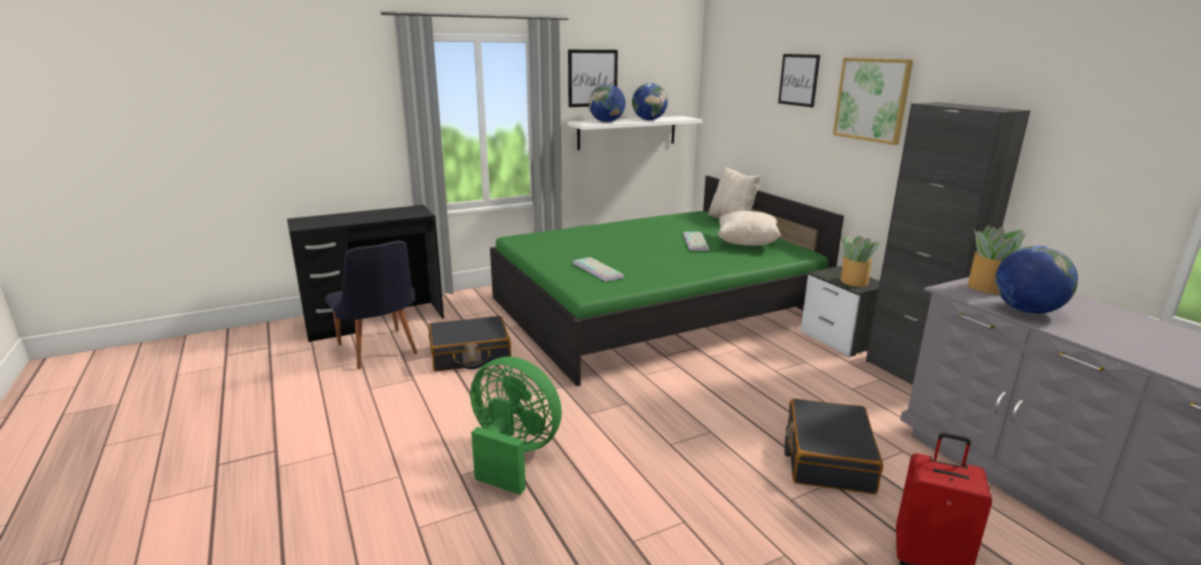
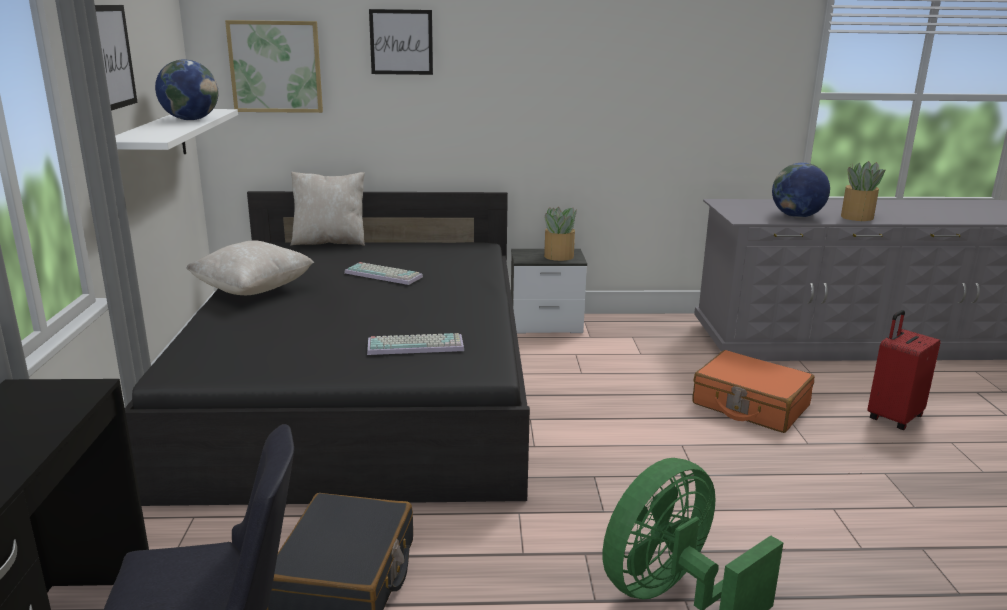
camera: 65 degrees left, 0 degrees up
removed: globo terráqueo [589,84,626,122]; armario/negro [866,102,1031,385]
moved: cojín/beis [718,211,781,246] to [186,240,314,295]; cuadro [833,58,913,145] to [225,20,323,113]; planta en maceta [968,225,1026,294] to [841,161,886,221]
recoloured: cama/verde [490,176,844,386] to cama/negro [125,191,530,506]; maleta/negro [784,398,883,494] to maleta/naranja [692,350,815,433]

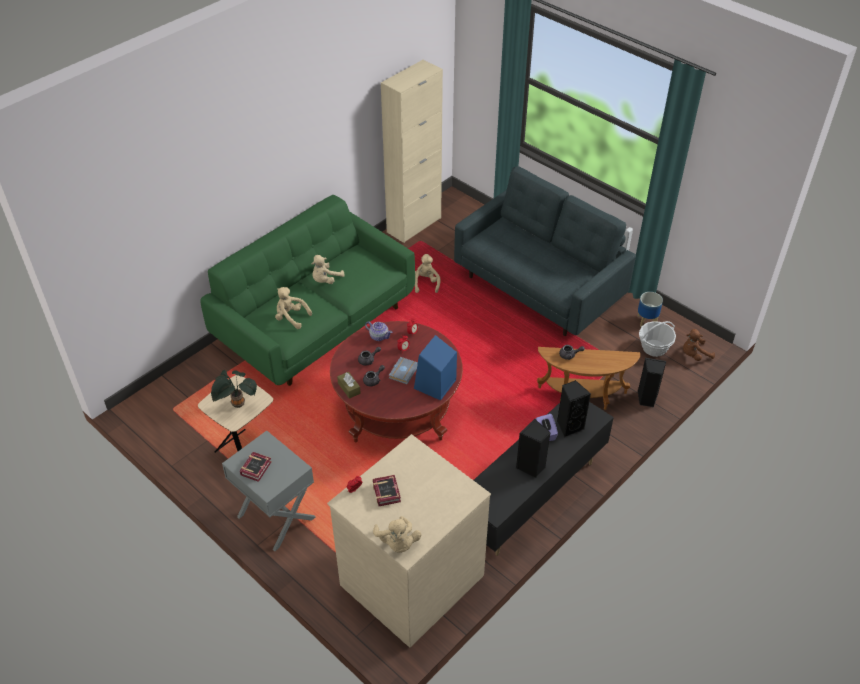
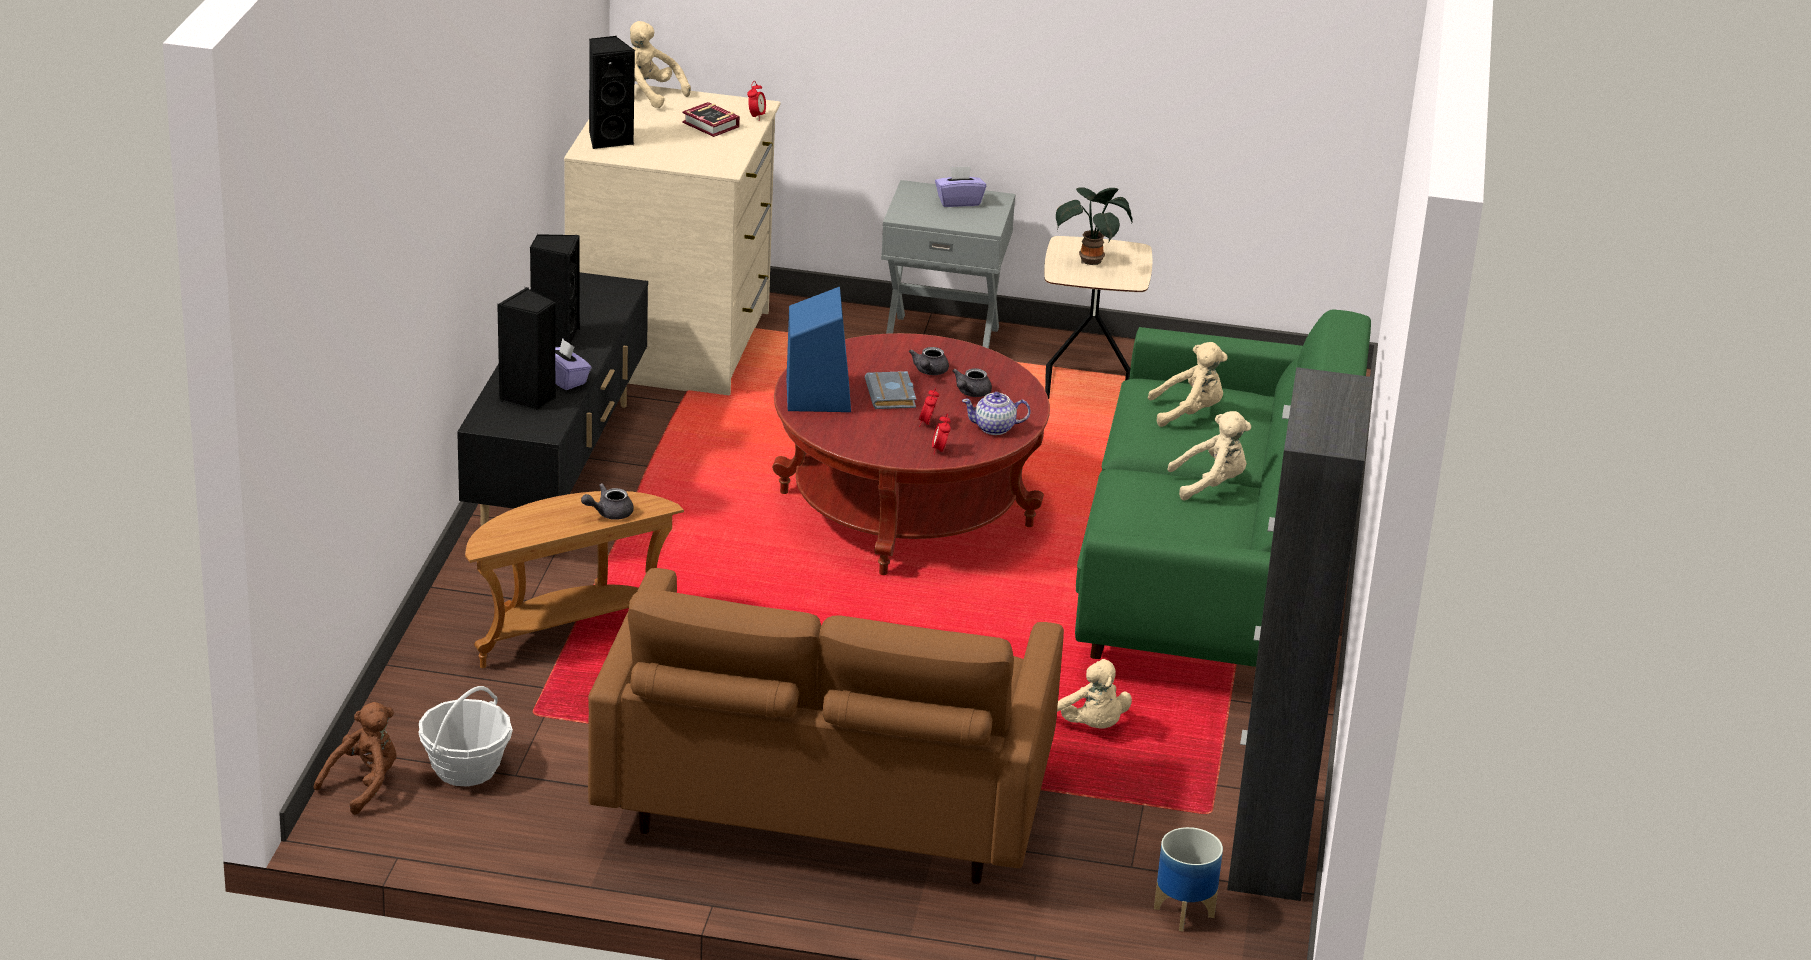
camera: 145 degrees right, 15 degrees down
removed: caja de pañuelos/marrón [337,372,361,399]
moved: maceta [637,292,663,327] to [1154,827,1223,931]; altavoz/negro [637,358,666,407] to [589,36,635,149]
replaced: libro [240,452,271,482] to caja de pañuelos/morado [935,166,986,207]
recoloured: armario/beis [381,60,443,243] to armario/negro [1227,367,1373,901]; sofá/gris [454,166,636,336] to sofá/marrón [588,568,1064,884]
turned: peluche/beis [312,255,345,284] = [1167,411,1251,500] 75 degrees clockwise

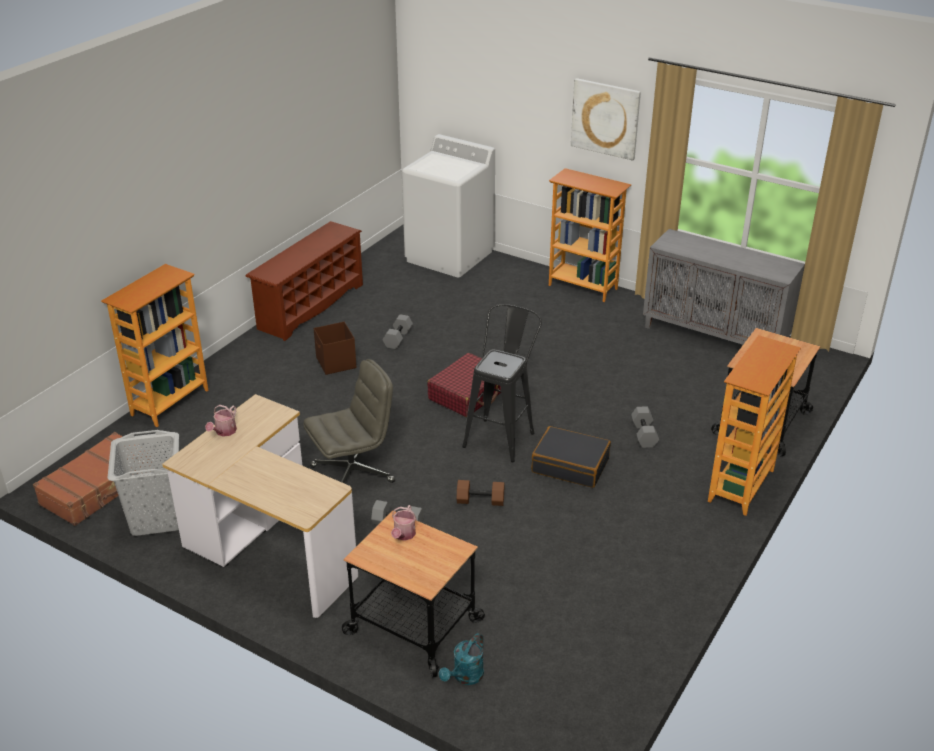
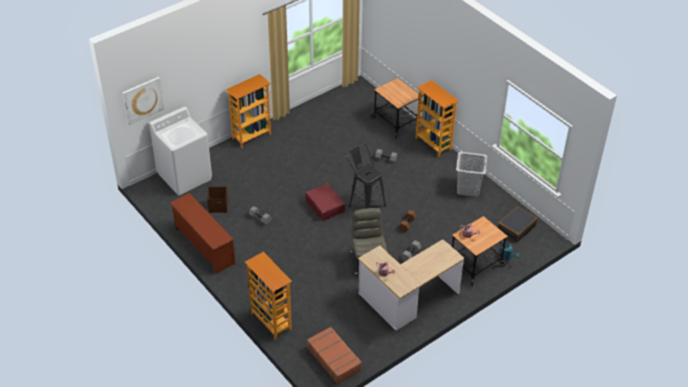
camera: 70 degrees left, 10 degrees up
removed: armario/gris [643,229,805,345]
moved: cesto de la ropa/gris [107,430,179,536] to [456,152,487,197]; caja de almacenaje/marrón [314,322,356,375] to [207,187,228,213]; maleta/negro [531,426,611,488] to [498,206,538,242]; cuadro [571,78,641,160] to [123,77,164,125]

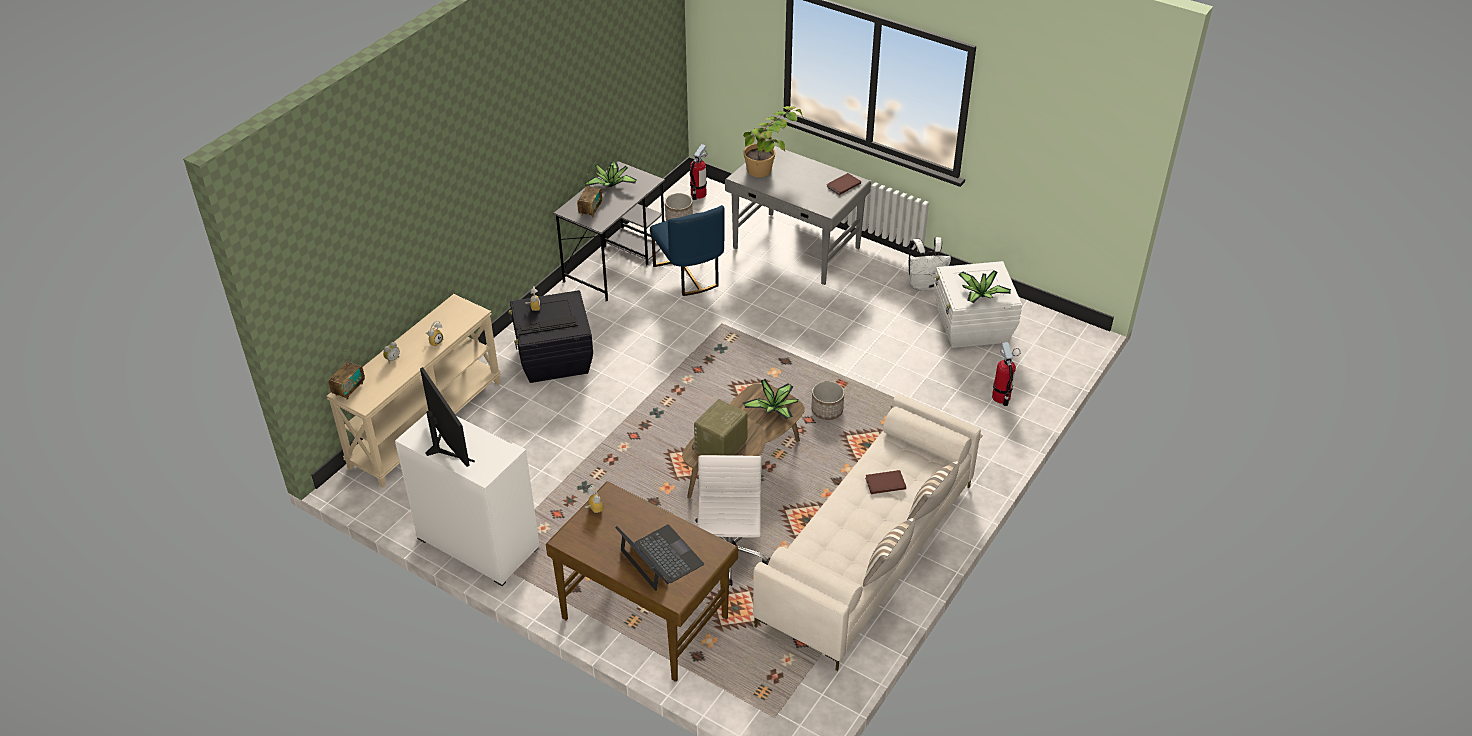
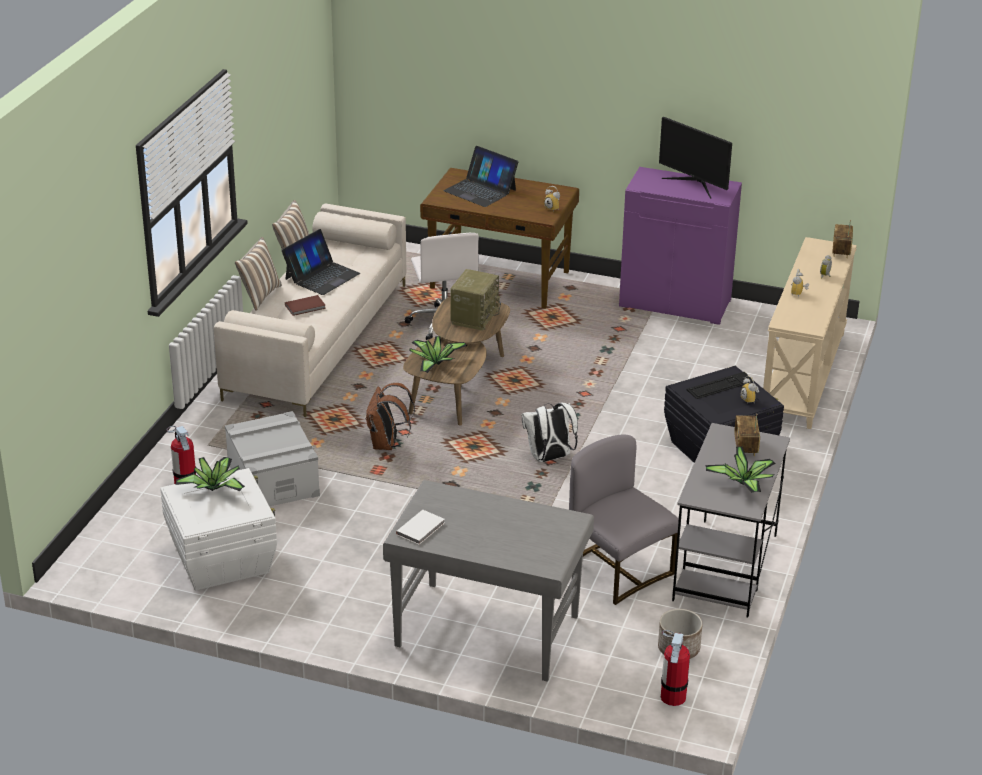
camera: 165 degrees right, 10 degrees down
removed: planta en maceta [743,106,803,177]
added: caja de almacenaje/gris [225,411,320,506]; portátil [281,229,360,295]
moved: mochila/blanco [909,237,951,291] to [522,403,578,462]
replaced: maceta [811,381,844,420] to mochila/marrón [366,383,415,450]
recoloured: armario/blanco [395,413,540,586] to armario/morado [619,167,742,325]; silla/azul [650,205,725,296] to silla/gris [569,435,681,605]; libro/marrón [827,173,861,195] to libro/blanco [396,510,445,545]

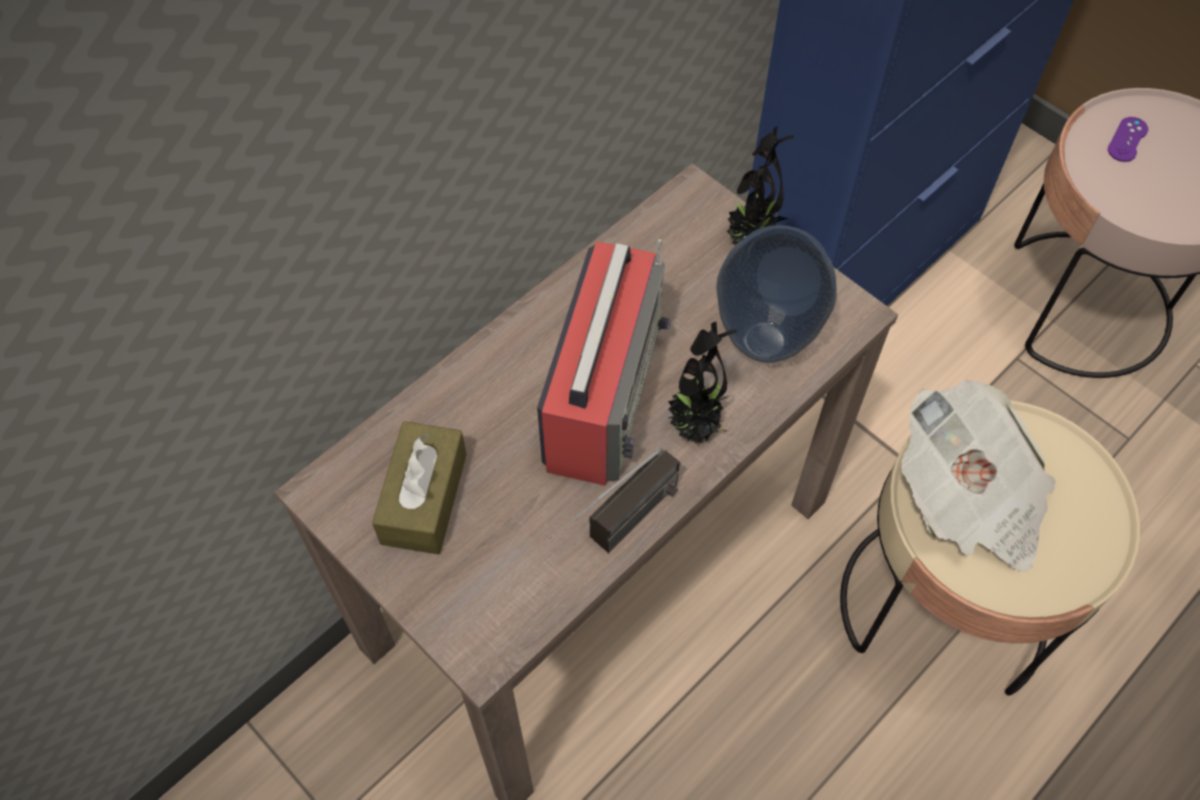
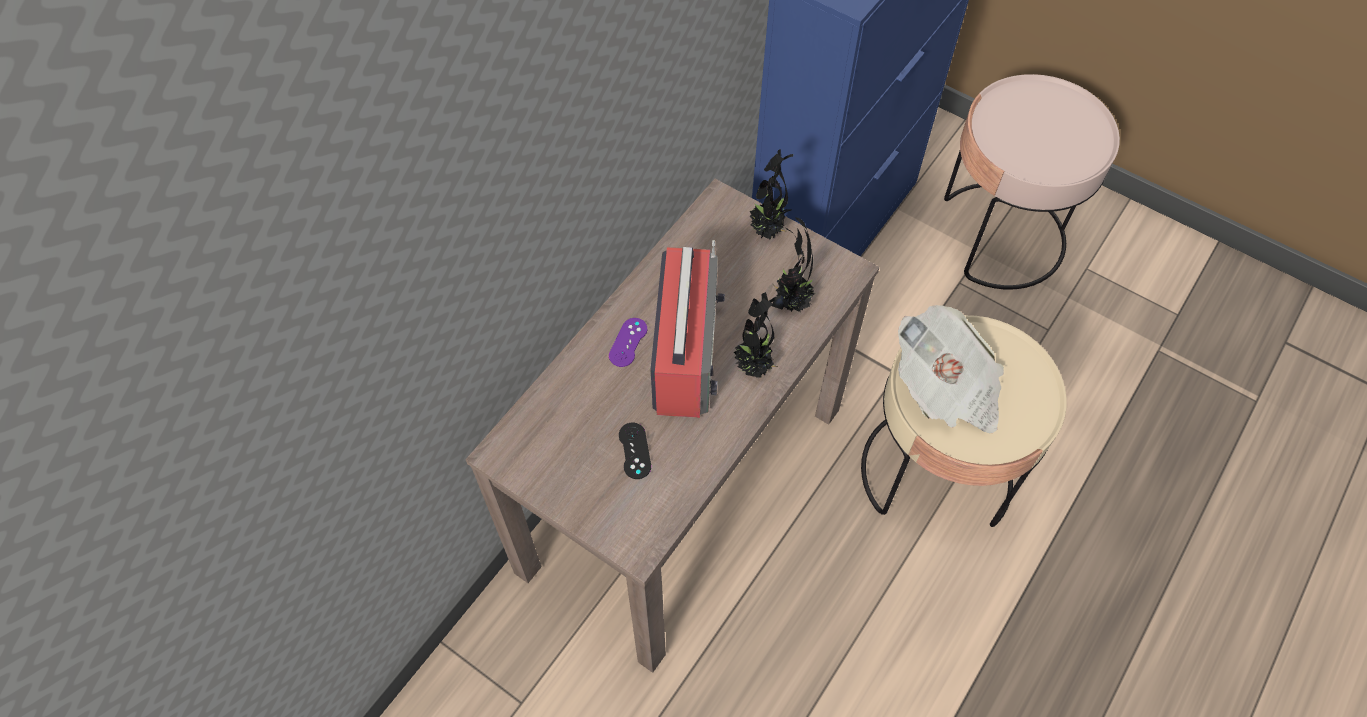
camera: 10 degrees left, 0 degrees up
removed: caja de pañuelos/marrón [372,421,467,555]; radio [548,448,680,553]
added: mando de consola/negro [619,423,651,479]
moved: mando de consola/morado [1108,117,1148,162] to [609,318,647,367]
replaced: florero [716,225,837,363] to planta en maceta [771,217,815,312]

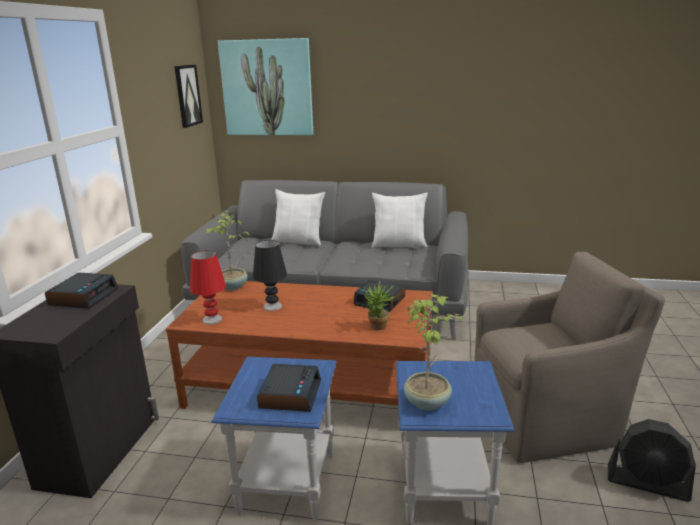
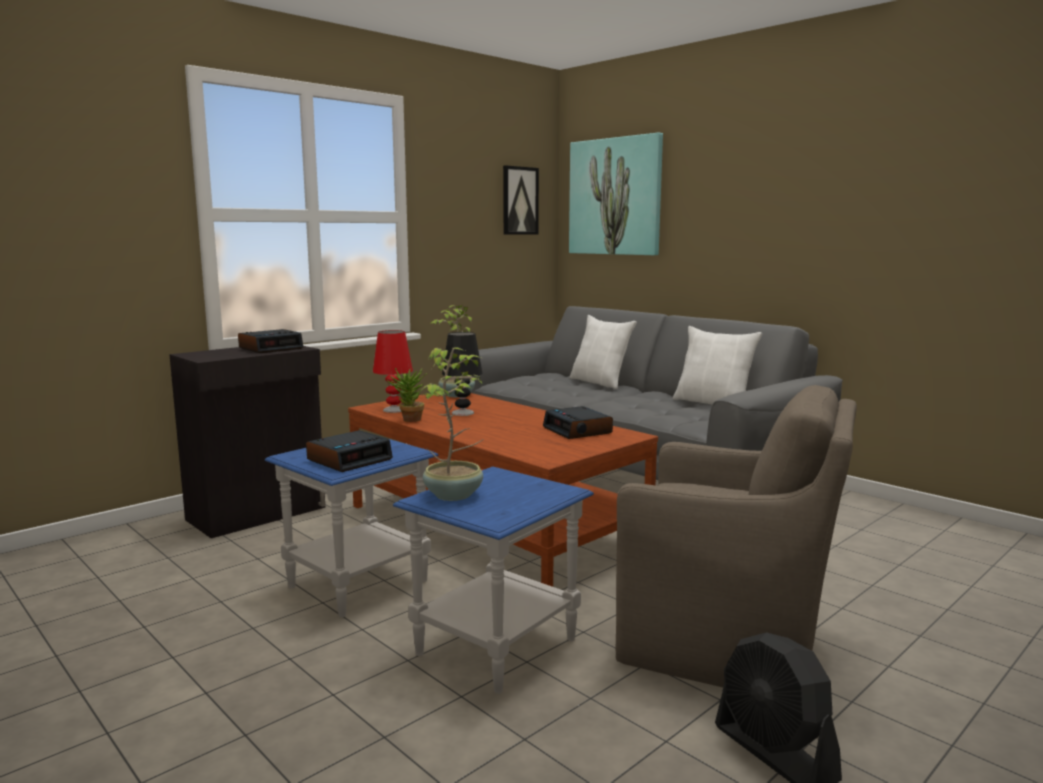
camera: 35 degrees right, 10 degrees down
moved: planta en maceta [364,281,396,330] to [387,368,428,422]

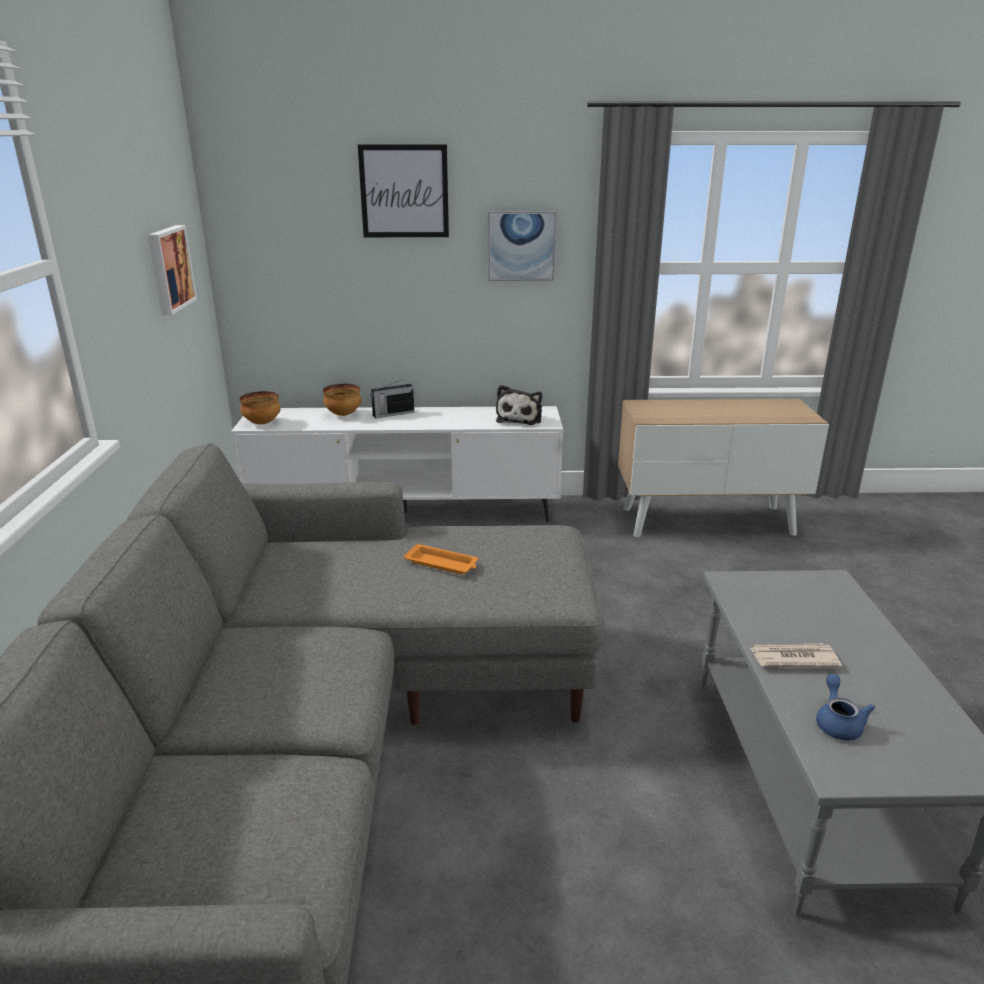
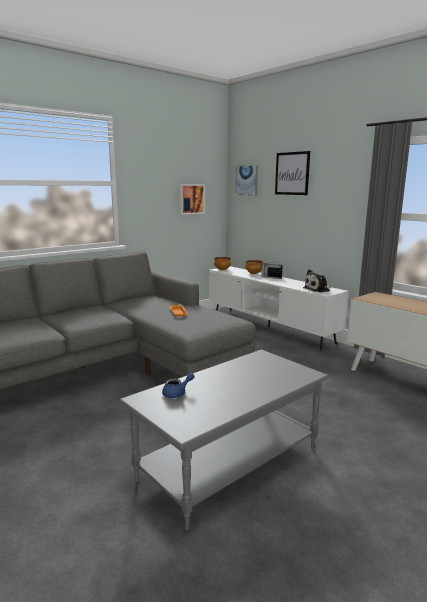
camera: 50 degrees right, 10 degrees down
removed: periódico [750,643,842,668]
moved: cuadro [488,211,556,281] to [235,165,258,196]

